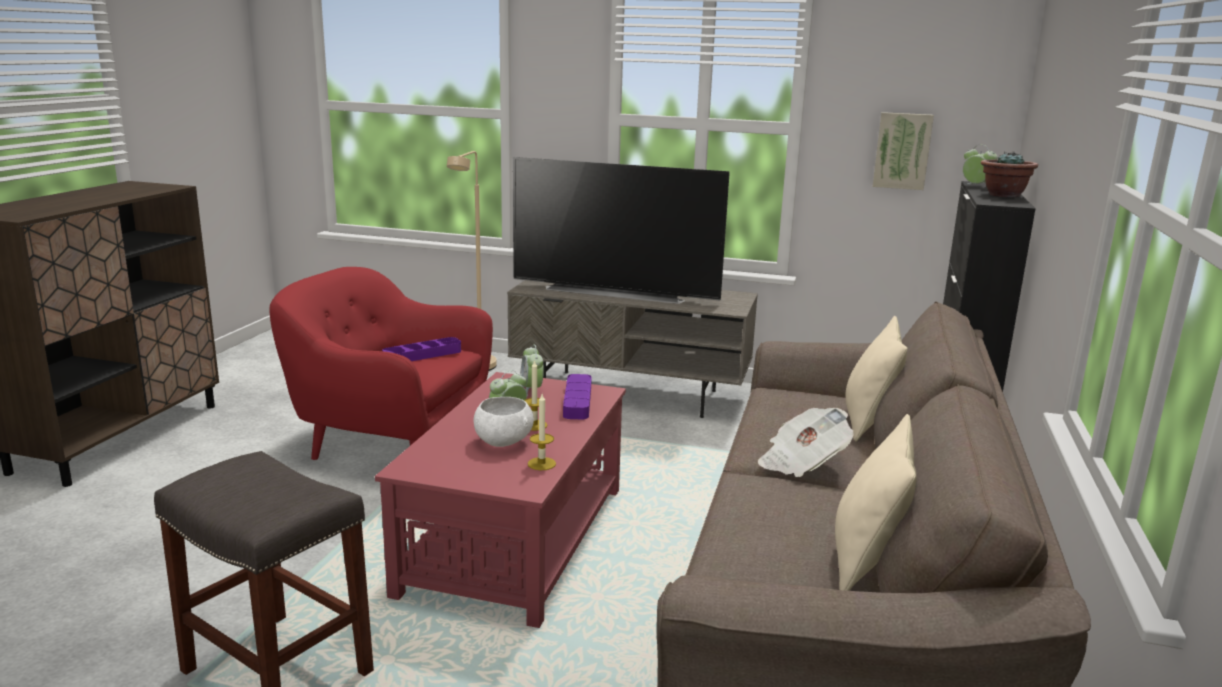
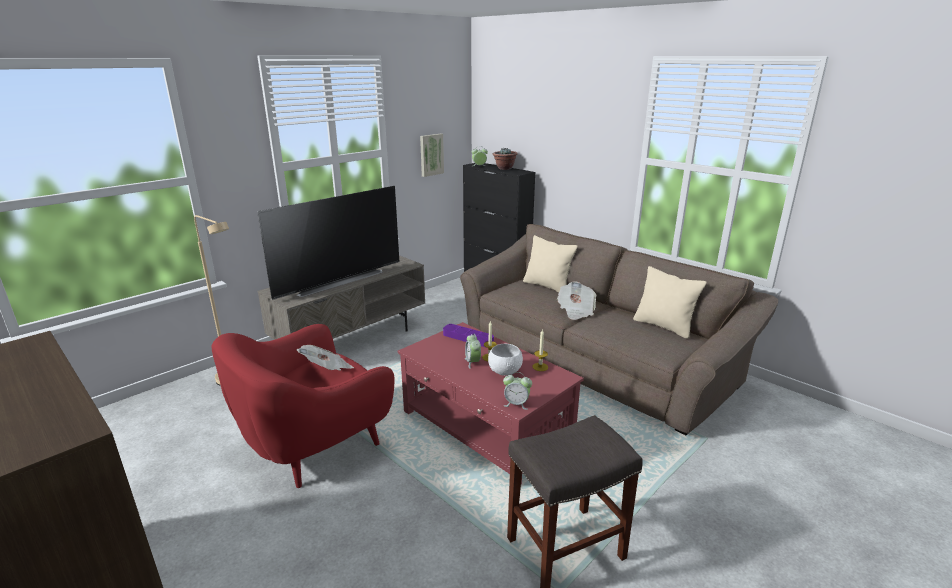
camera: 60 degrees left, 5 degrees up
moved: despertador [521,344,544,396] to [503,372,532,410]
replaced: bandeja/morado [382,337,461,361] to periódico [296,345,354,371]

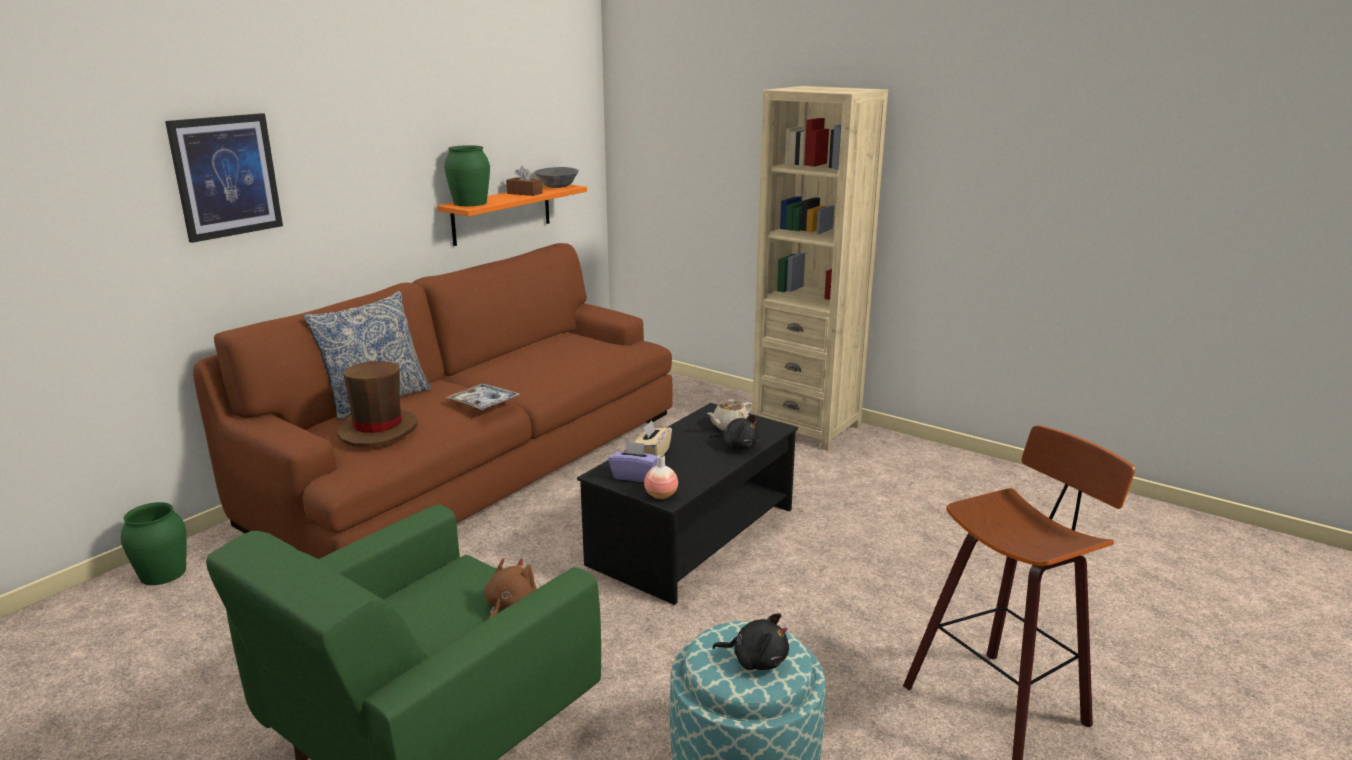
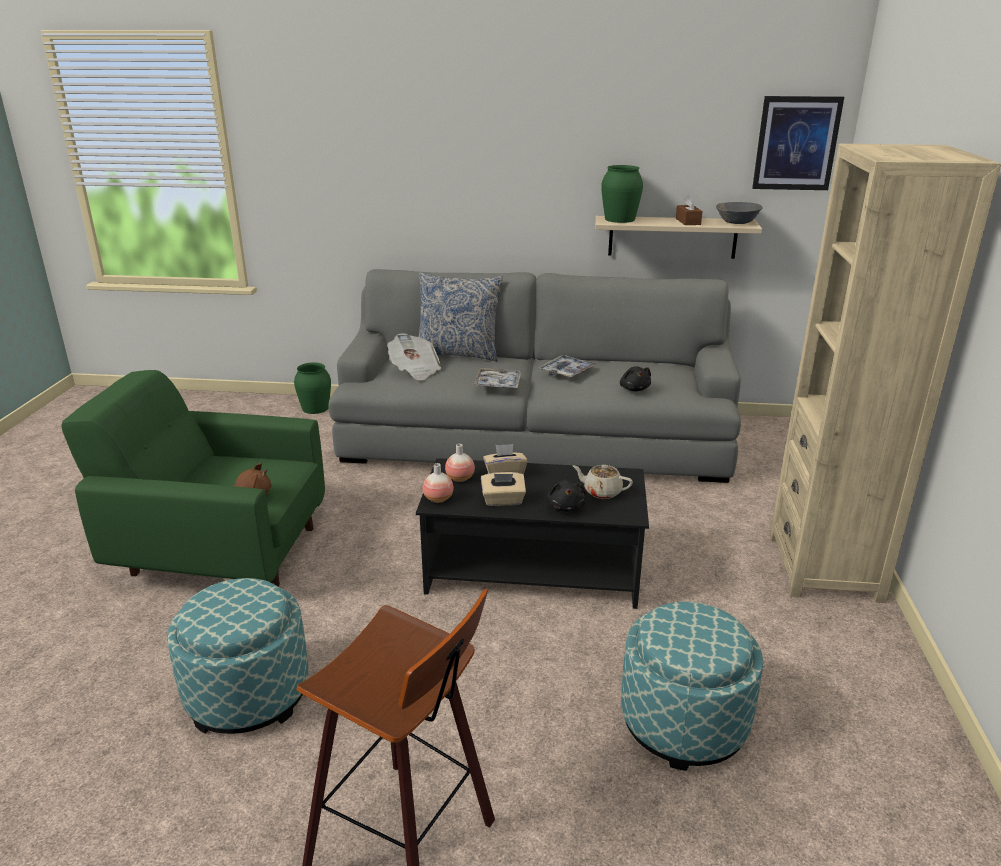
camera: 60 degrees right, 5 degrees up
added: caja de pañuelos/beis [481,472,526,506]; bandeja [538,355,597,378]; puf [621,602,763,771]
moved: cuadro [165,113,283,243] to [752,96,844,190]; peluche/negro [712,613,789,670] to [620,366,651,392]
replaced: sombrero/marrón [337,361,418,447] to periódico [387,333,441,381]; caja de pañuelos/morado [608,441,657,482] to florero [445,444,475,482]
recoloured: sofá/marrón [193,243,673,559] to sofá/gris [328,269,741,483]; estante/naranja [437,185,587,246] to estante/beis [595,216,762,259]

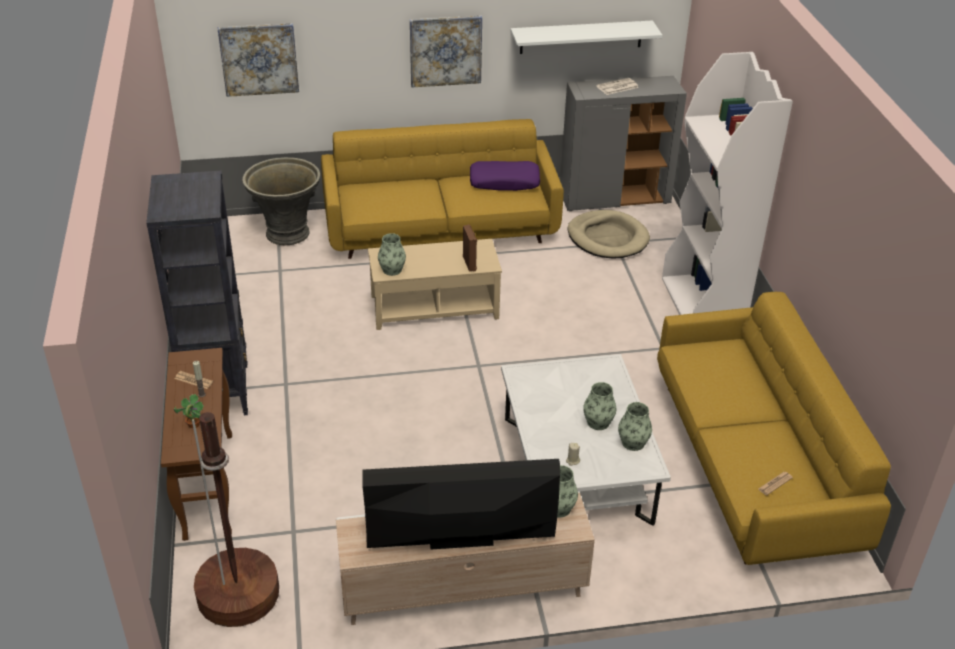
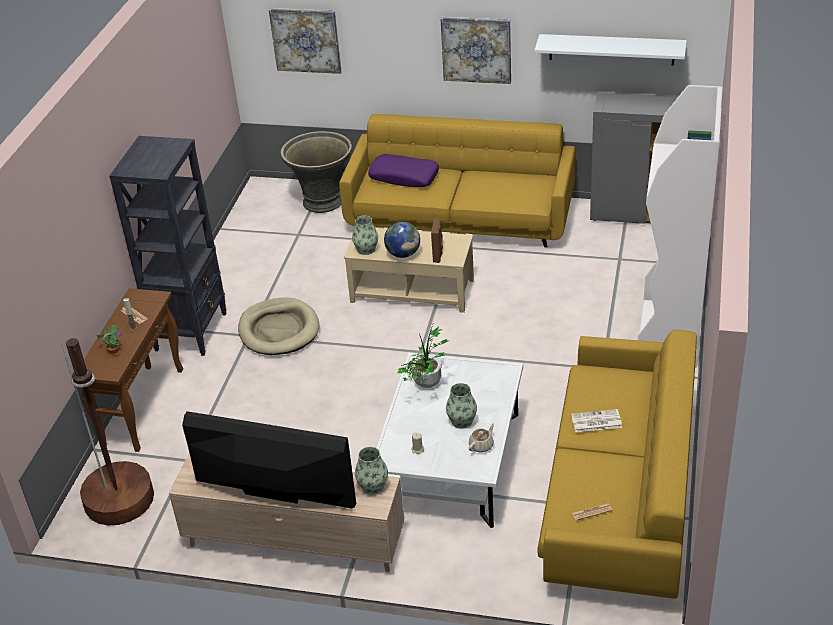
camera: 25 degrees right, 0 degrees up
added: globo terráqueo [384,222,420,258]; planta en maceta [397,325,449,388]
moved: cojín/morado [470,161,540,191] to [368,154,439,187]; cama para perro/beis [568,210,650,259] to [238,297,319,355]; periódico [596,78,639,95] to [571,409,622,432]
replaced: florero [618,402,652,451] to tetera/beis [469,423,494,453]

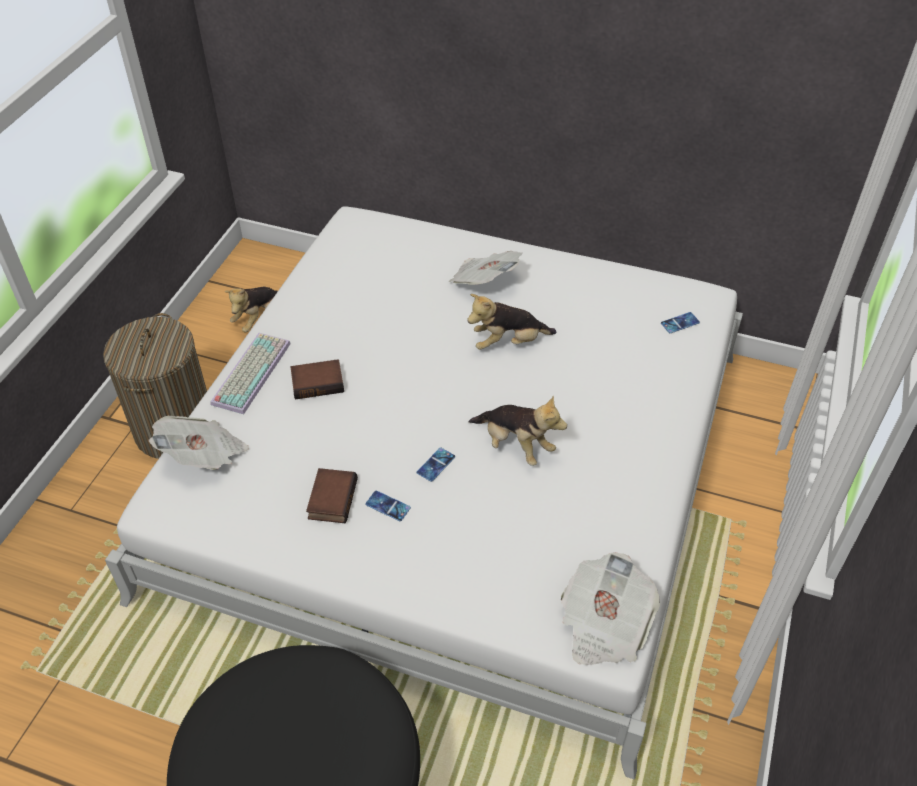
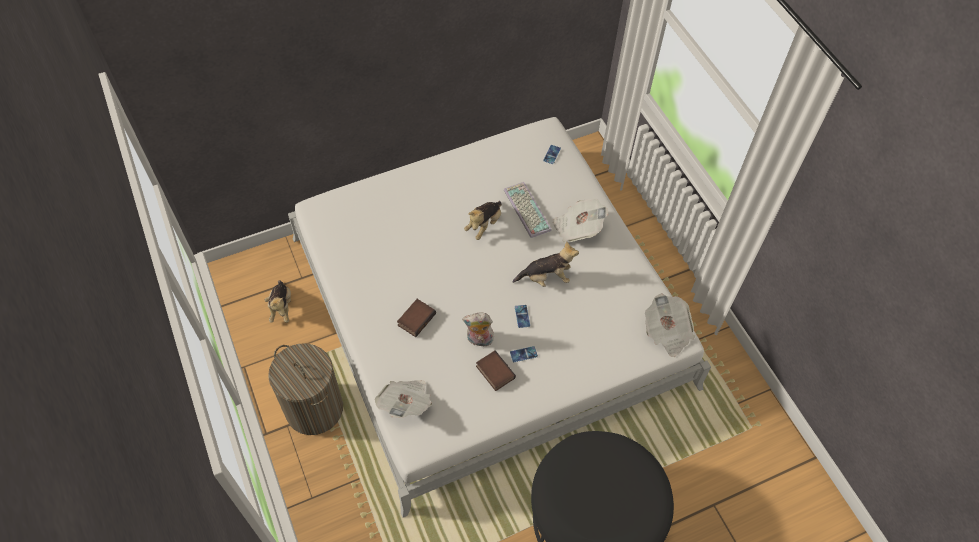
camera: 45 degrees left, 10 degrees up
added: peluche [462,312,495,347]
moved: teclado [210,333,291,414] to [504,182,552,238]; periódico [448,251,523,285] to [553,198,608,242]

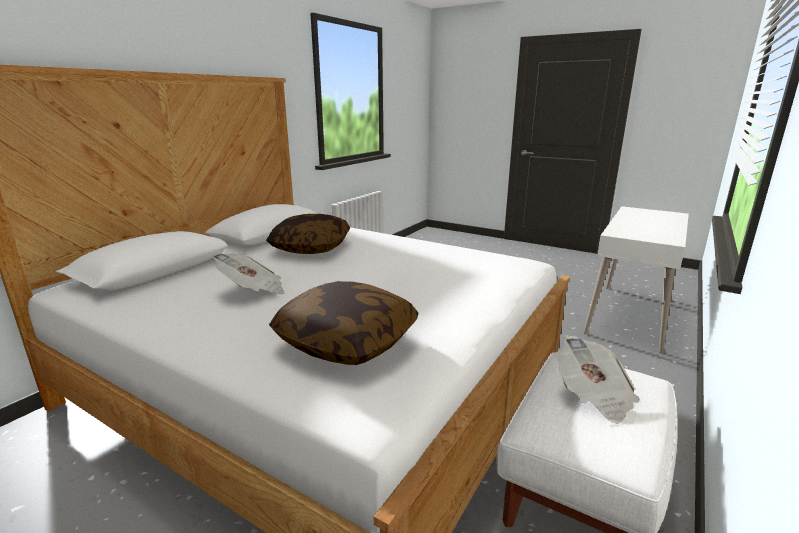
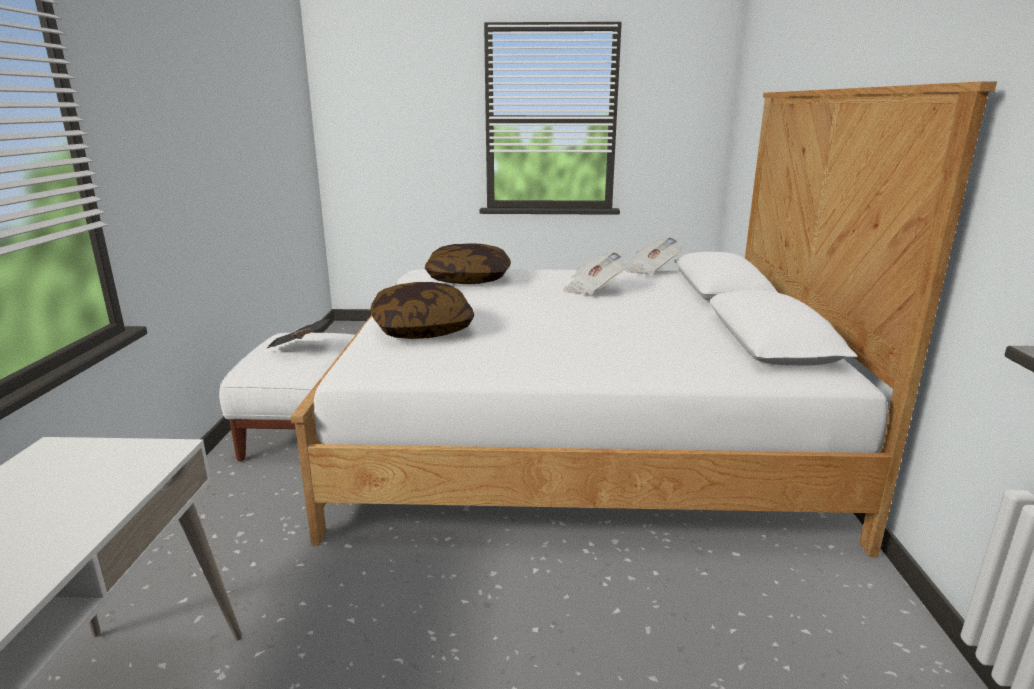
camera: 150 degrees right, 0 degrees up
added: periódico [625,237,682,274]
moved: cojín [266,214,350,254] to [371,282,474,339]

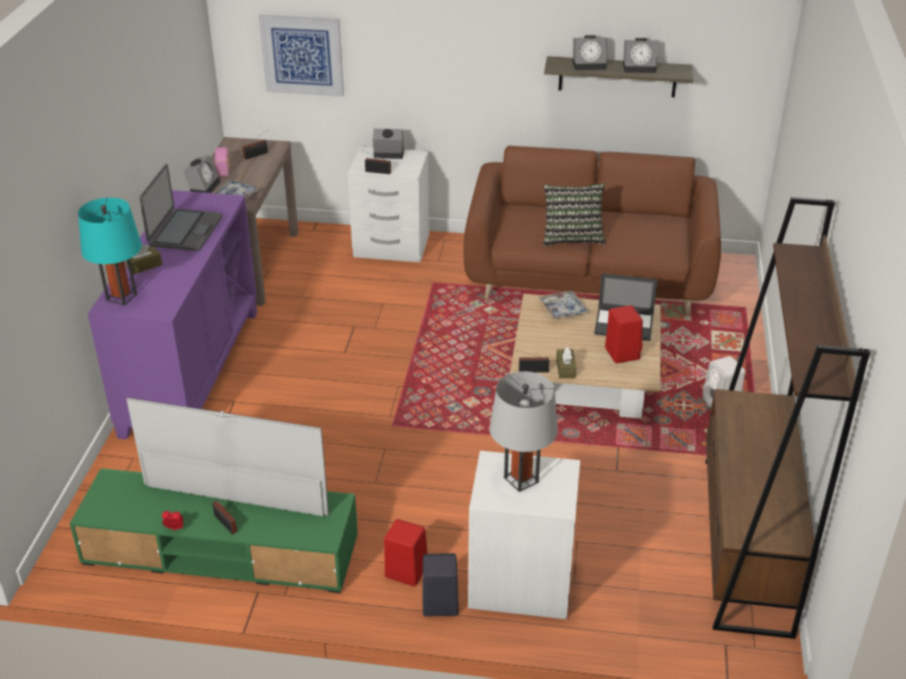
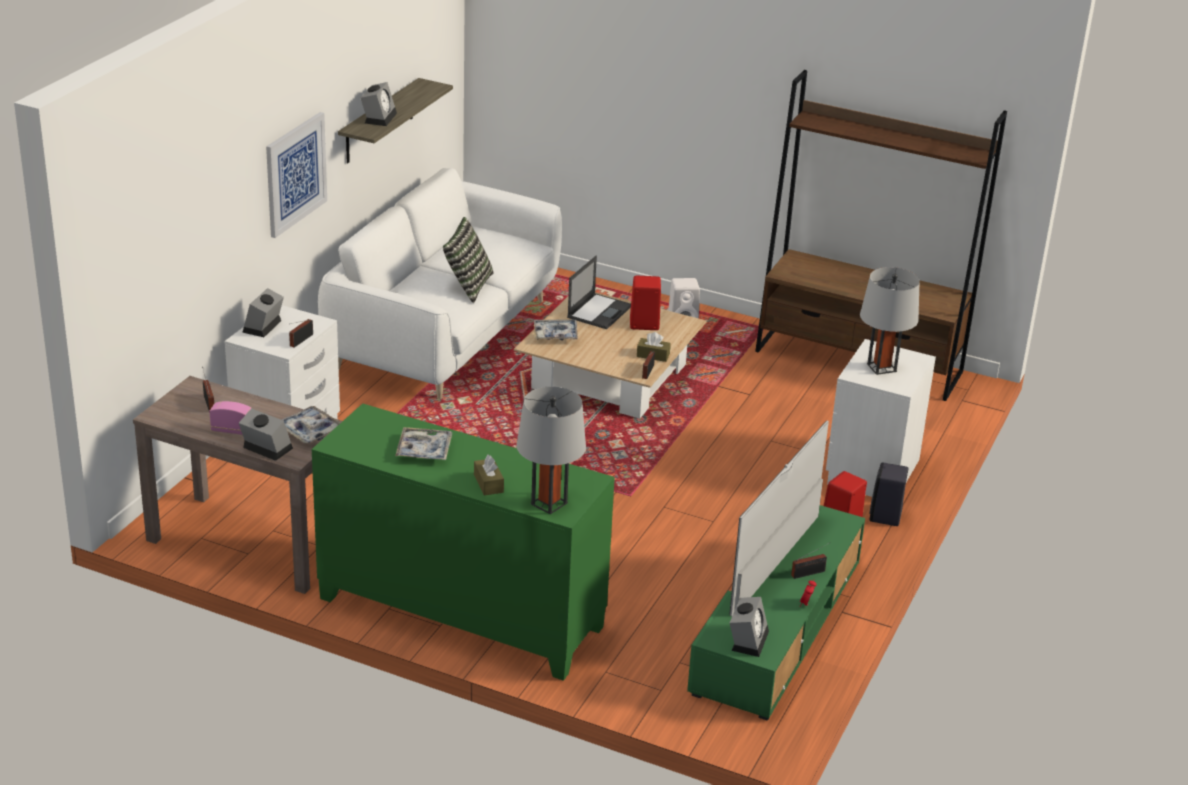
camera: 75 degrees left, 5 degrees down
moved: cuadro [259,15,344,97] to [266,112,327,238]; despertador [623,38,658,73] to [730,597,769,657]
replaced: portátil [139,164,222,251] to bandeja [395,427,452,460]
recoloured: lámpara de mesa/turquesa [78,198,142,306] to lámpara de mesa/gris [517,387,586,514]; armario/morado [88,190,257,440] to armario/verde [312,404,615,681]; sofá/marrón [464,146,721,315] to sofá/blanco [318,168,562,399]

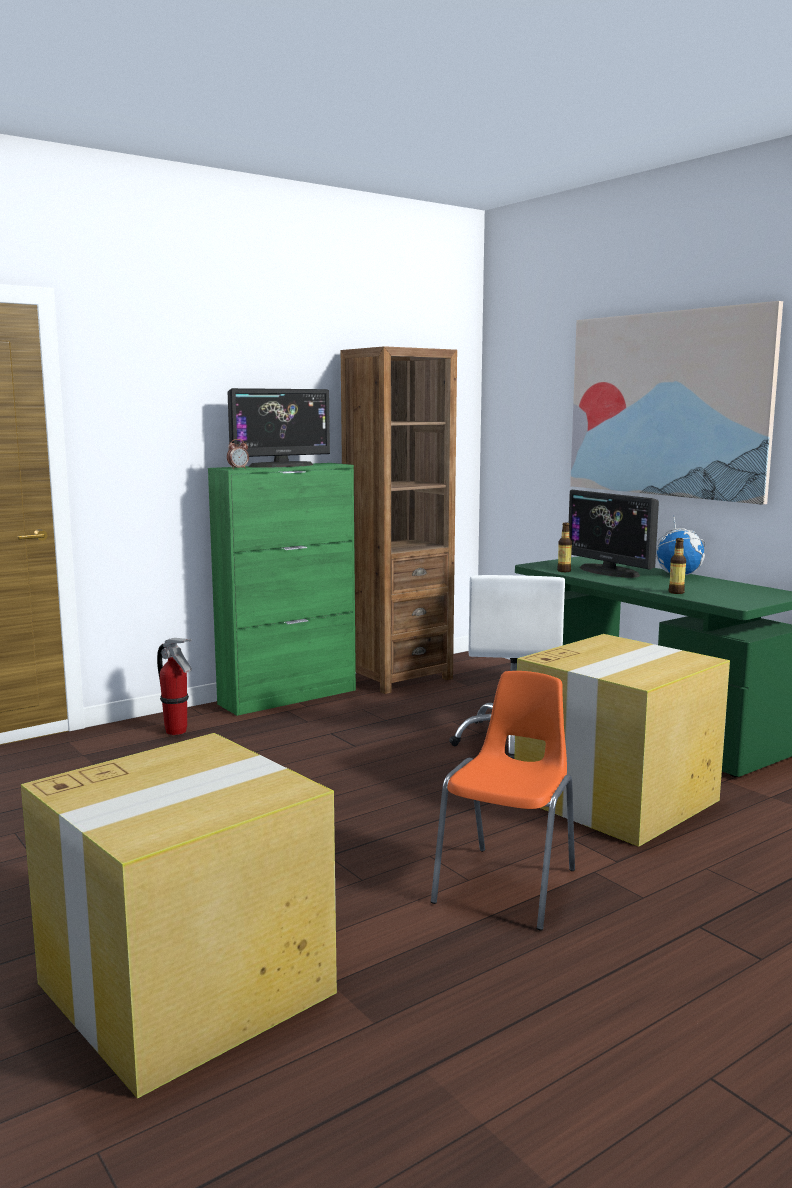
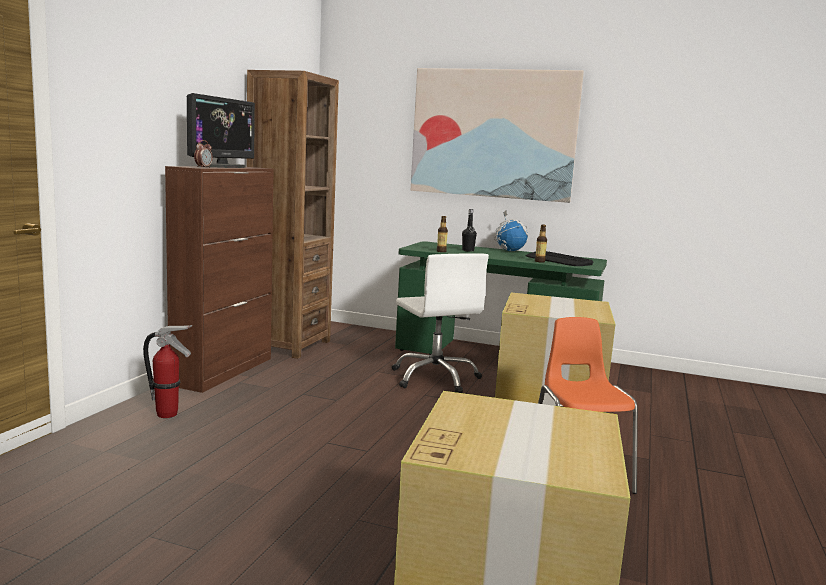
camera: 35 degrees left, 0 degrees up
added: teclado [526,251,593,266]
replaced: monitor [569,490,659,578] to botella/negro [462,209,477,252]
recoloured: armario/verde [208,463,356,716] to armario/marrón [165,166,274,393]

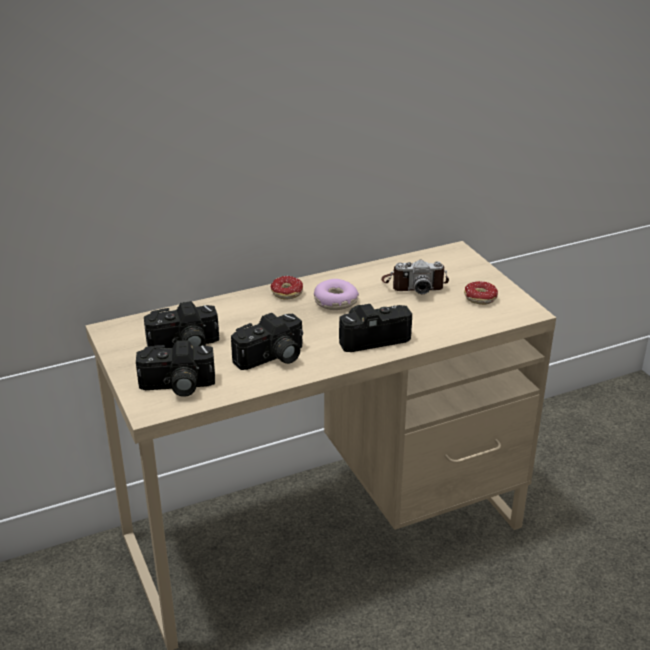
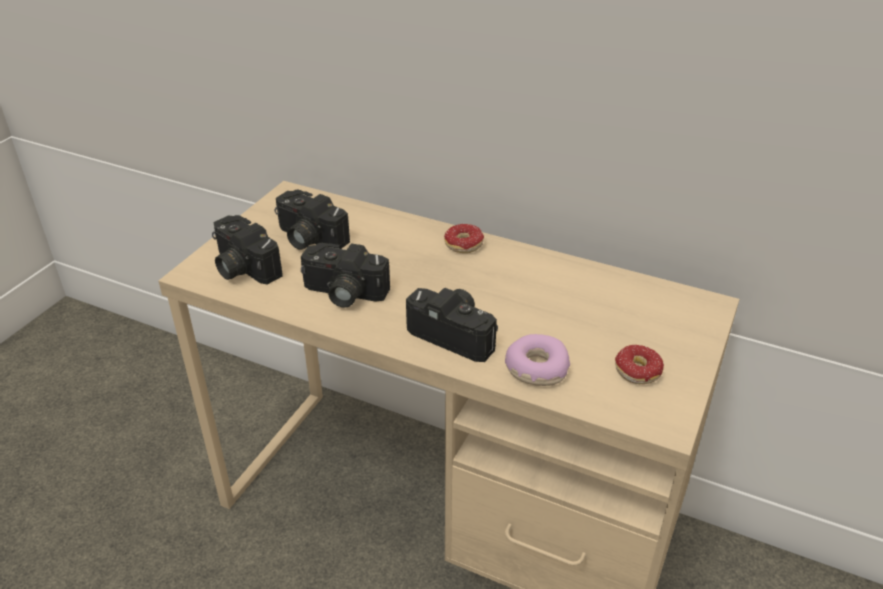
camera: 50 degrees right, 5 degrees up
removed: cámara [381,260,449,294]
moved: rosquilla [314,279,359,310] to [505,334,570,386]

